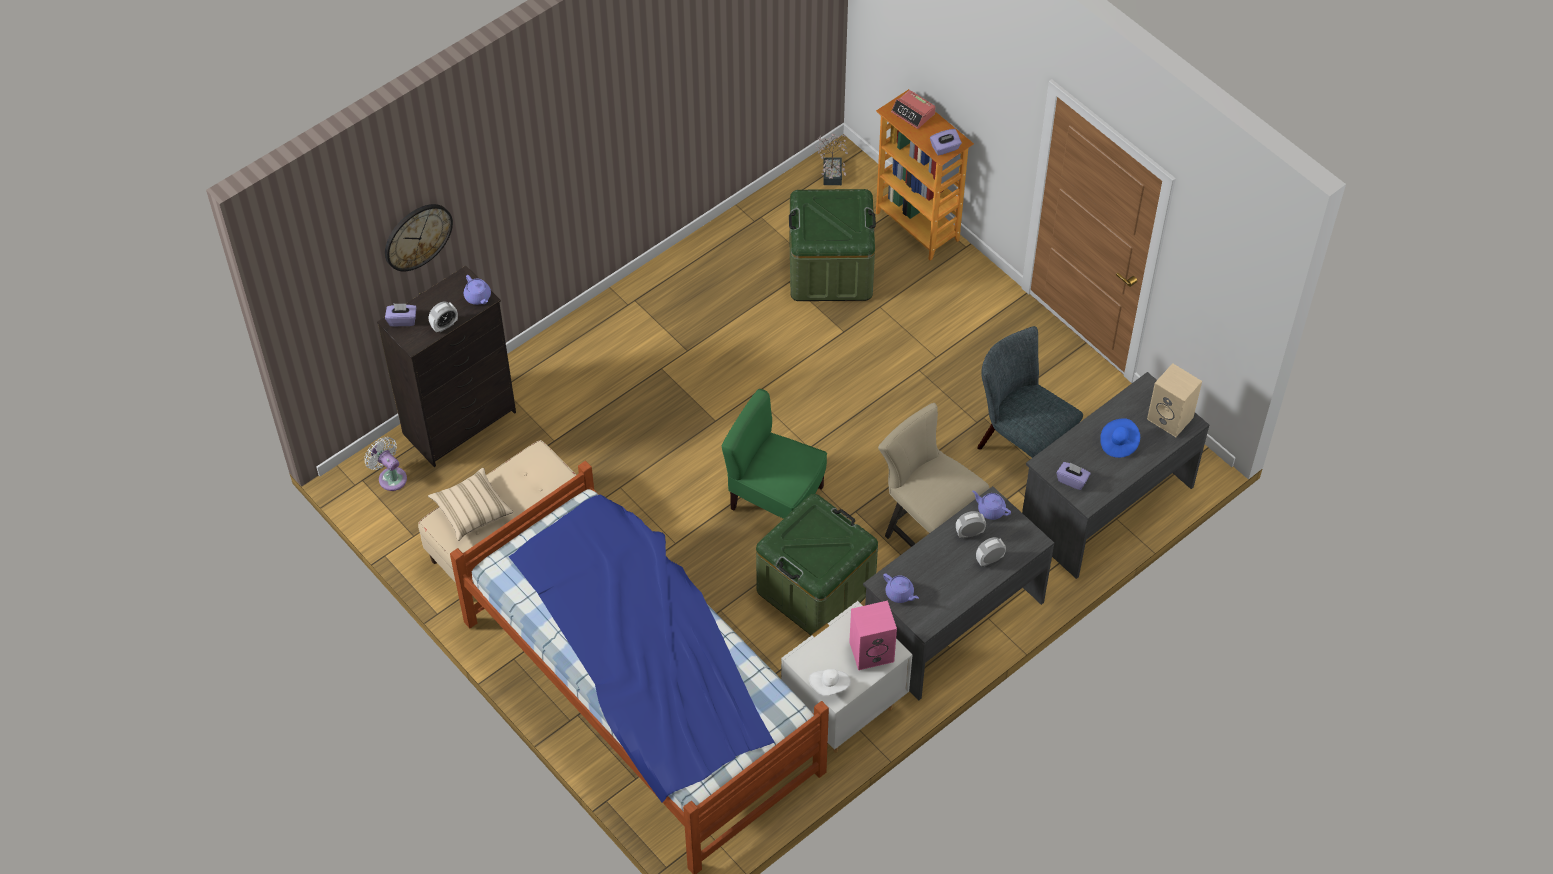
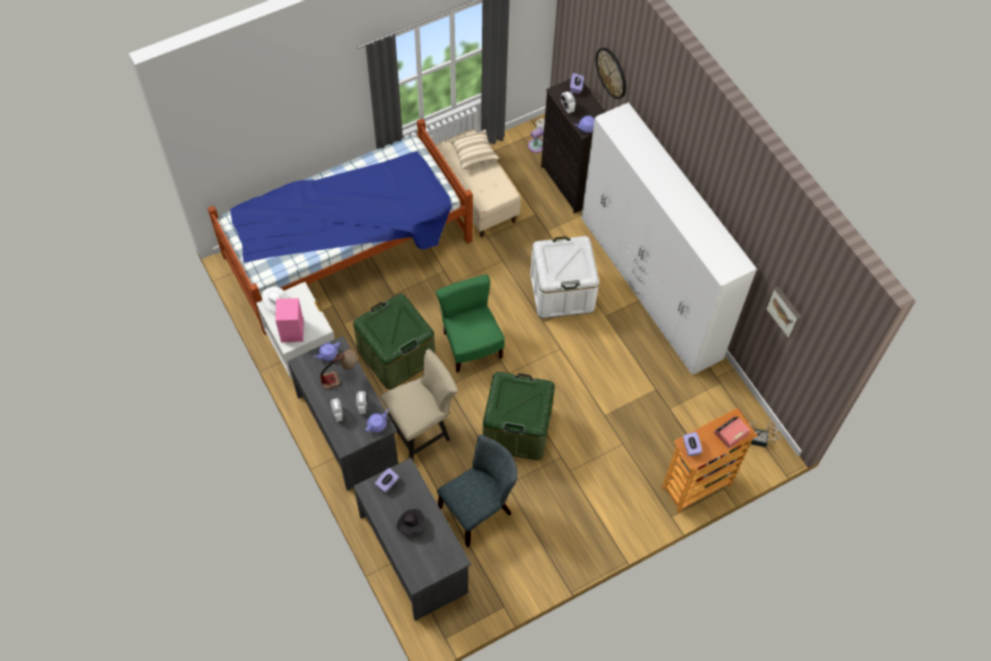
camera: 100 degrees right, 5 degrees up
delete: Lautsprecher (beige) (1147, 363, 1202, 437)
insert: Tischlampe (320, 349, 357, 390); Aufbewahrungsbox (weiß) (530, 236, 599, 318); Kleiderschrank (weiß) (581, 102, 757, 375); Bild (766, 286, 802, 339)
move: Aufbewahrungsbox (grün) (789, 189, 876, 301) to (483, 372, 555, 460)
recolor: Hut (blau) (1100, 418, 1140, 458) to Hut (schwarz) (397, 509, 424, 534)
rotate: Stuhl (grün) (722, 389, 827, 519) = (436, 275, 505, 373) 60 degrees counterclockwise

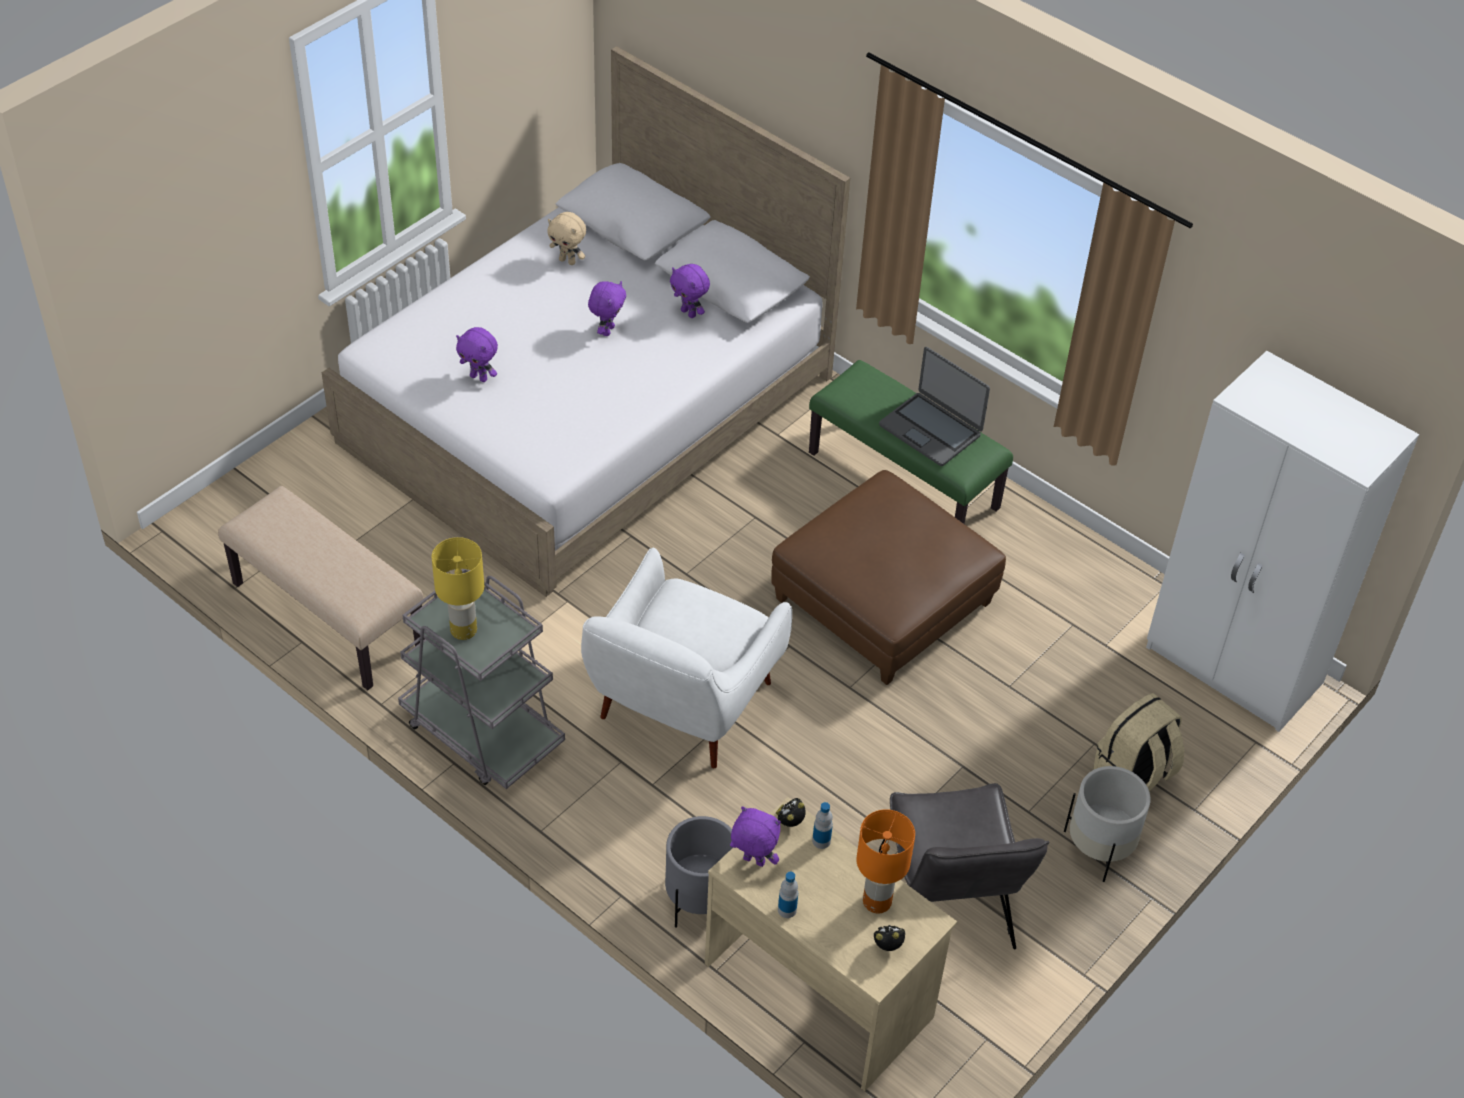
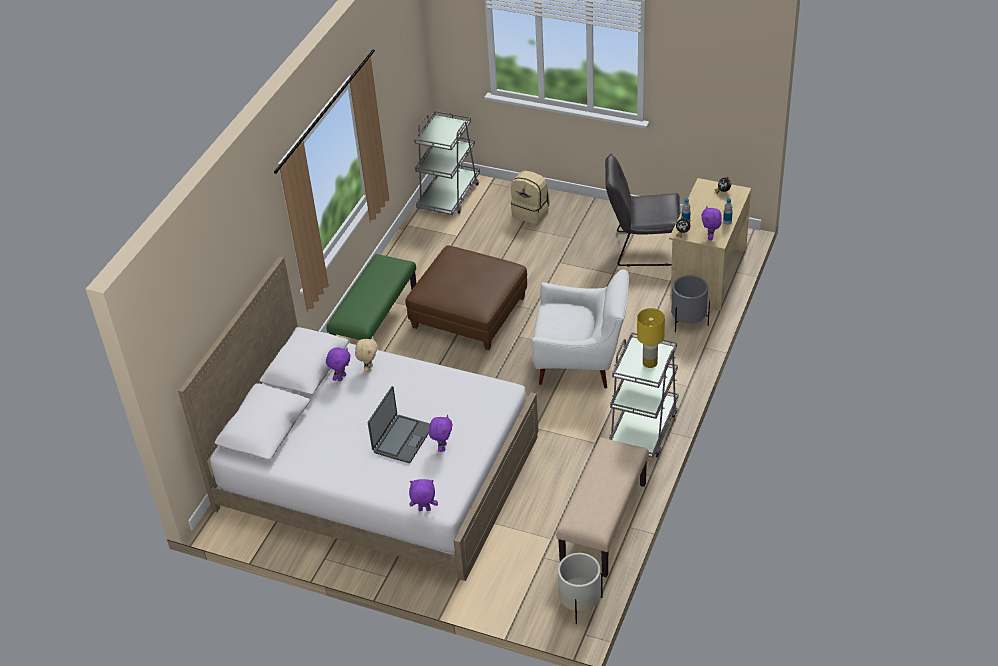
camera: 105 degrees left, 5 degrees down
delete: Tischlampe (orange) (856, 809, 915, 914)
move: Plüschtier (beige) (547, 212, 586, 265) to (355, 337, 378, 372); Plüschtier (lila) (588, 281, 626, 336) to (409, 479, 438, 511); Laptop (879, 347, 990, 466) to (368, 386, 430, 463); Pflanzkübel (weiß) (1064, 766, 1151, 882) to (558, 553, 603, 624)
replace: Kleiderschrank (weiß) (1146, 351, 1419, 732) to Rollwagen (grau) (414, 111, 480, 215)
rotate: Stuhl (grau) (879, 783, 1049, 949) = (605, 154, 681, 266) 150 degrees counterclockwise

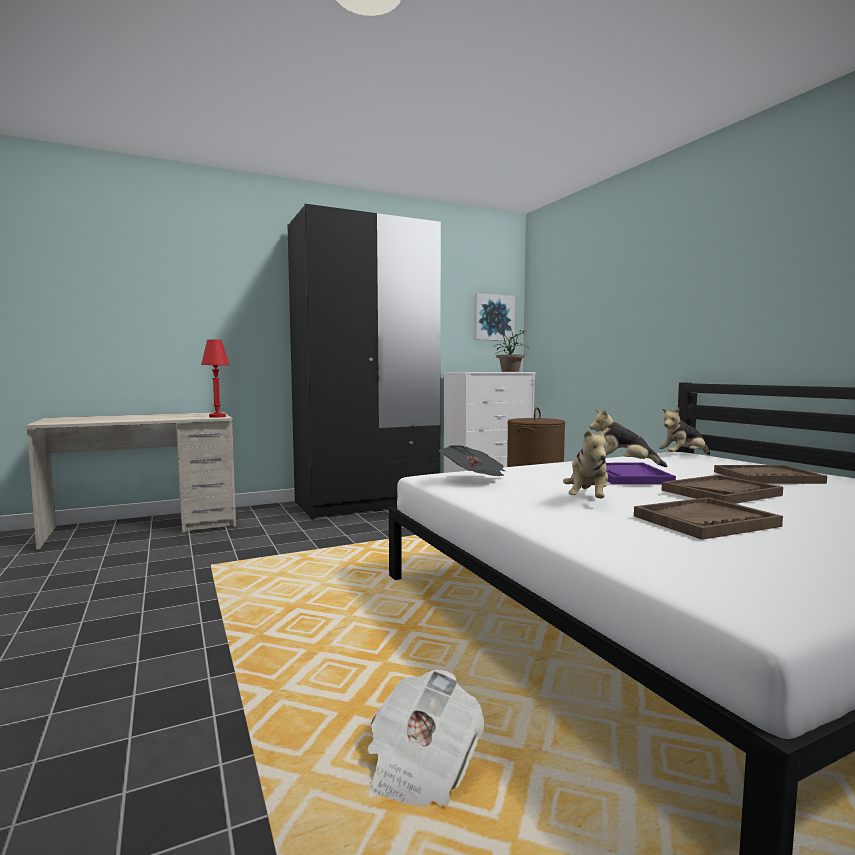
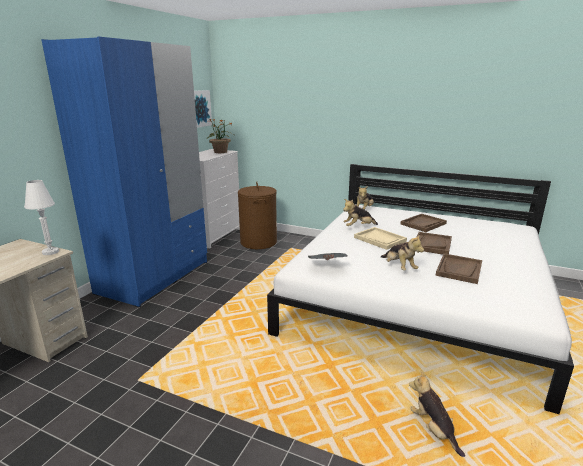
camera: 40 degrees left, 15 degrees up
replace: Zeitung (367, 670, 484, 807) to Plüschtier (409, 370, 465, 457)
recolor: Tischlampe (rot) (201, 339, 230, 418) to Tischlampe (weiß) (24, 180, 59, 255); Kleiderschrank (schwarz) (288, 204, 441, 520) to Kleiderschrank (blau) (41, 36, 207, 307); Tablett (lila) (606, 463, 676, 484) to Tablett (beige) (354, 227, 407, 250)

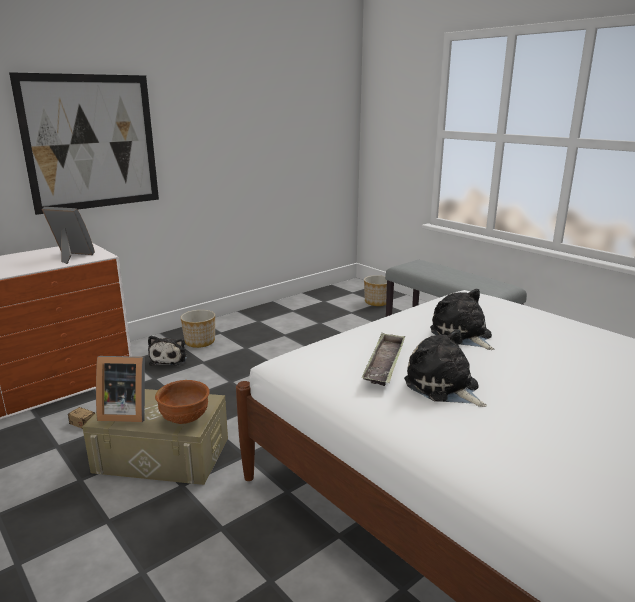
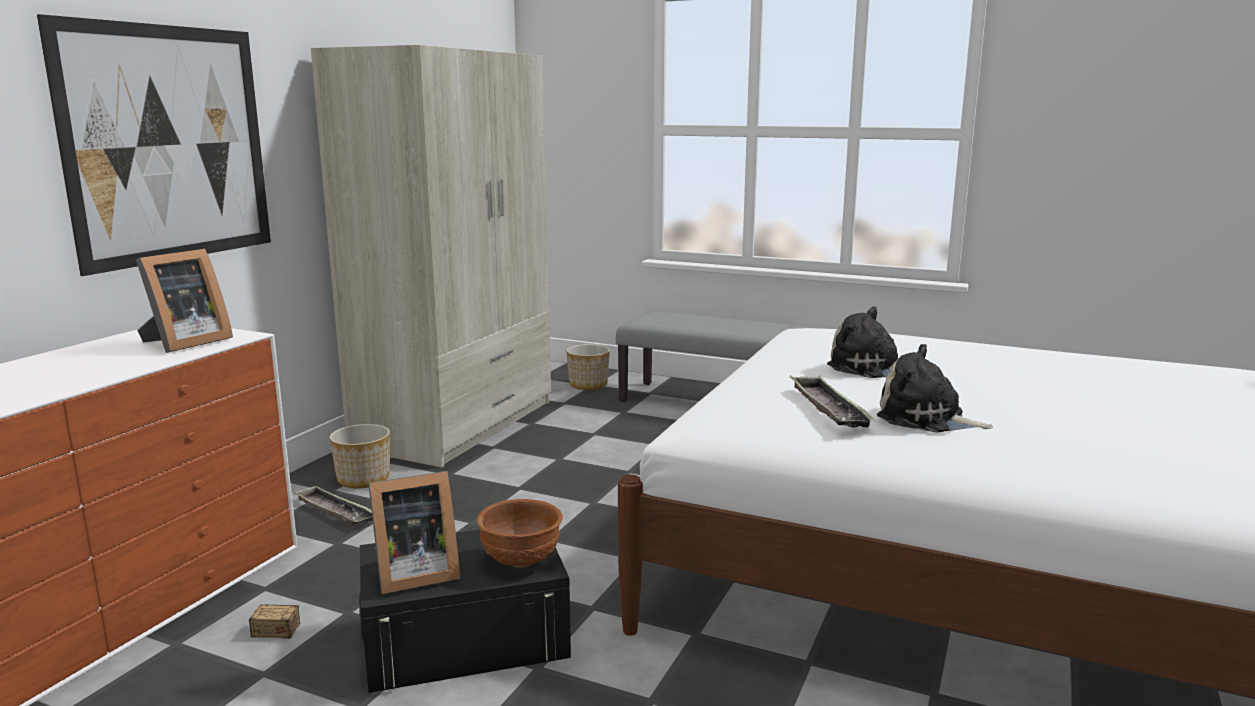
camera: 25 degrees left, 5 degrees down
insert: Kleiderschrank (beige) (311, 45, 551, 467)
replace: Plüschtier (148, 336, 187, 366) to Tablett (293, 485, 373, 525)
recolor: Aufbewahrungsbox (beige) (82, 389, 228, 485) to Aufbewahrungsbox (schwarz) (359, 530, 571, 693)
rotate: Bilderrahmen (42, 207, 95, 264) = (136, 249, 233, 353) 135 degrees clockwise

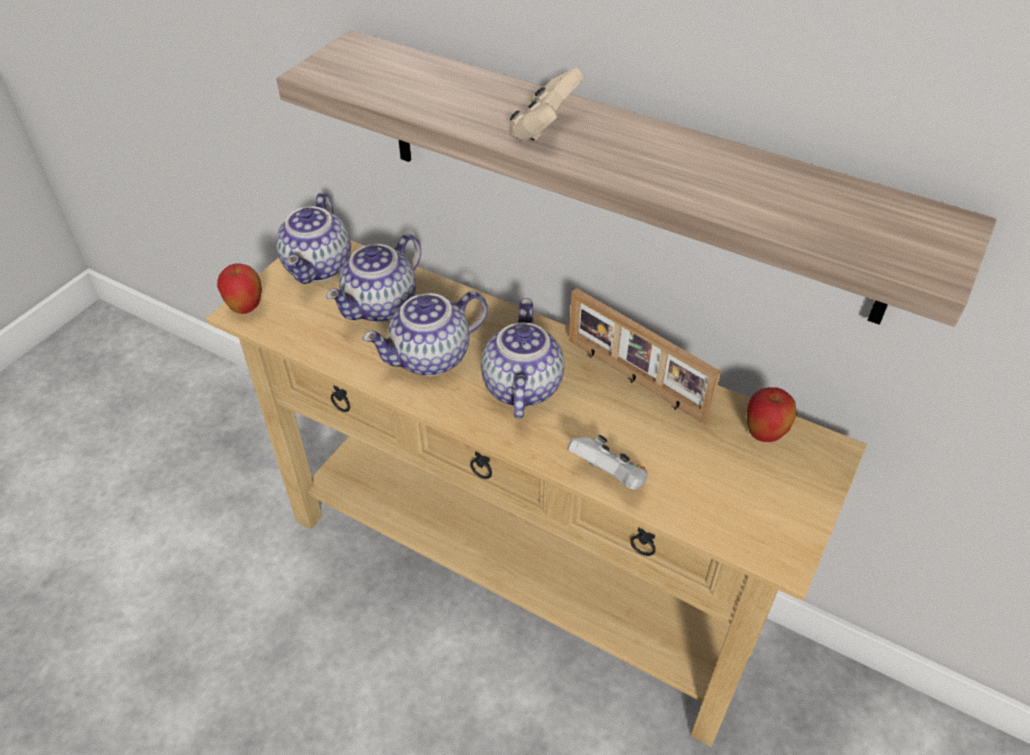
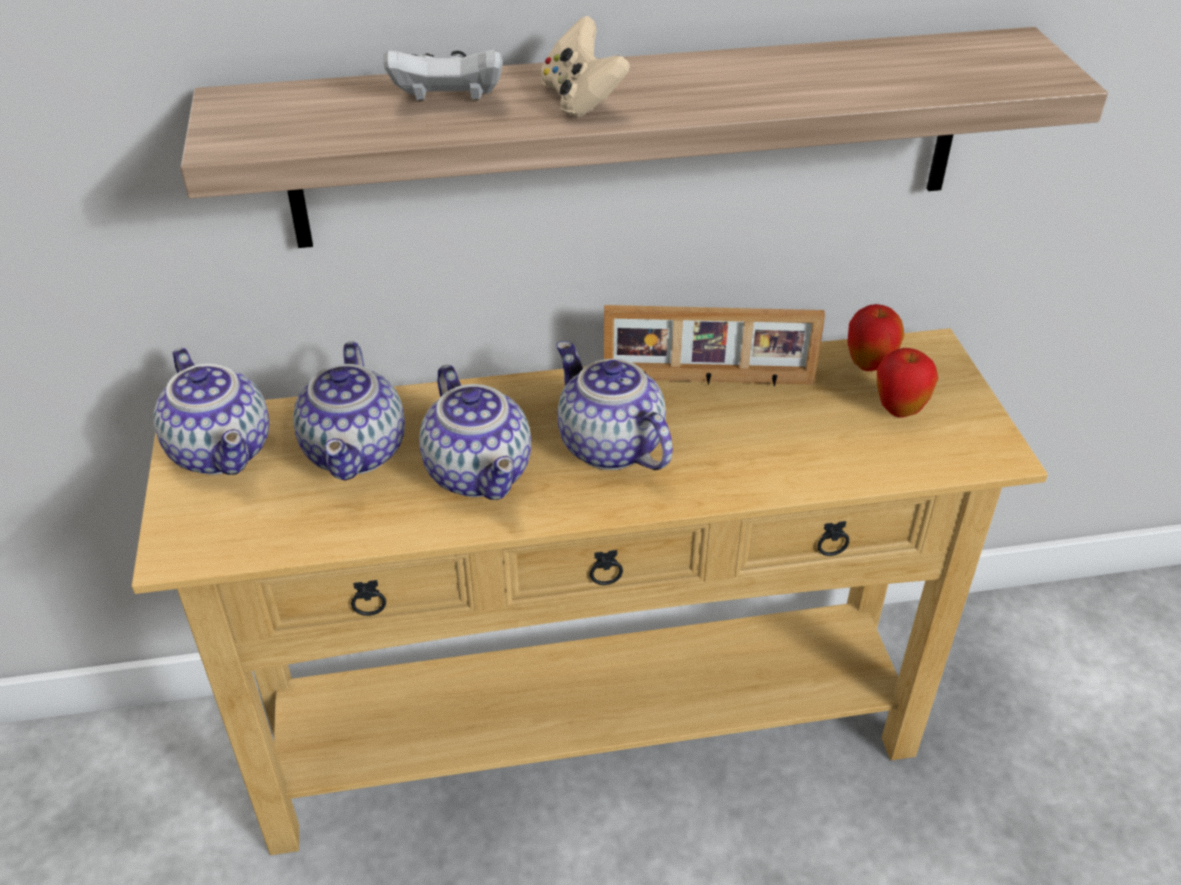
camera: 40 degrees left, 5 degrees down
move: Apfel (217, 263, 262, 314) to (877, 348, 938, 418); Gamepad (weiß) (568, 435, 648, 490) to (383, 50, 503, 101)
rotate: Teekanne (362, 291, 488, 376) = (419, 365, 531, 500) 45 degrees counterclockwise

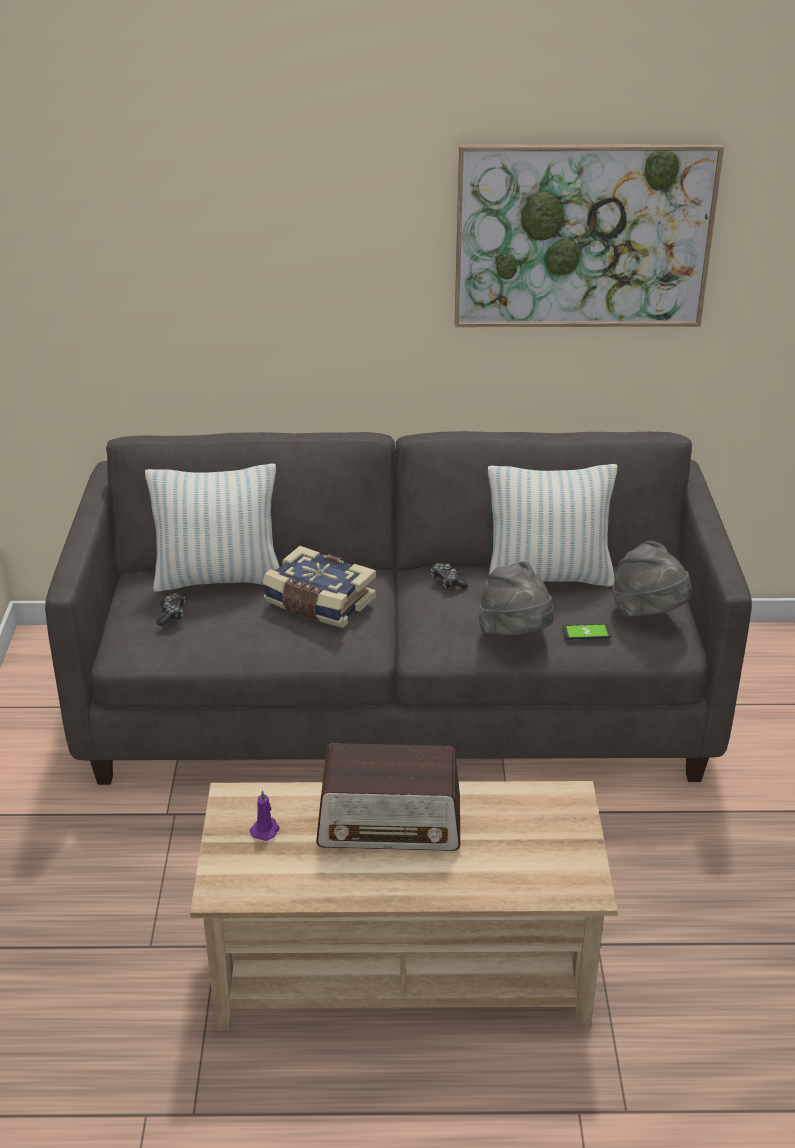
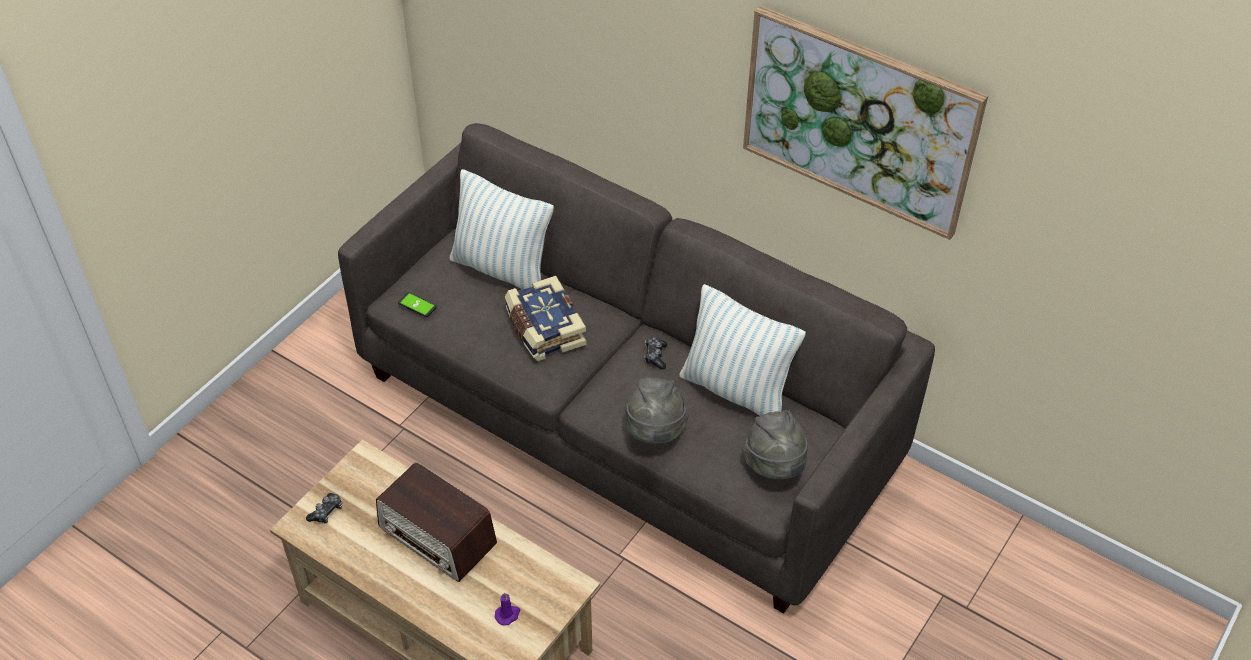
camera: 35 degrees right, 15 degrees up
move: Gamepad (156, 593, 185, 626) to (306, 493, 342, 523); Kerze (lila) (250, 790, 280, 841) to (495, 592, 520, 625); Handy (563, 624, 612, 640) to (398, 292, 437, 317)

